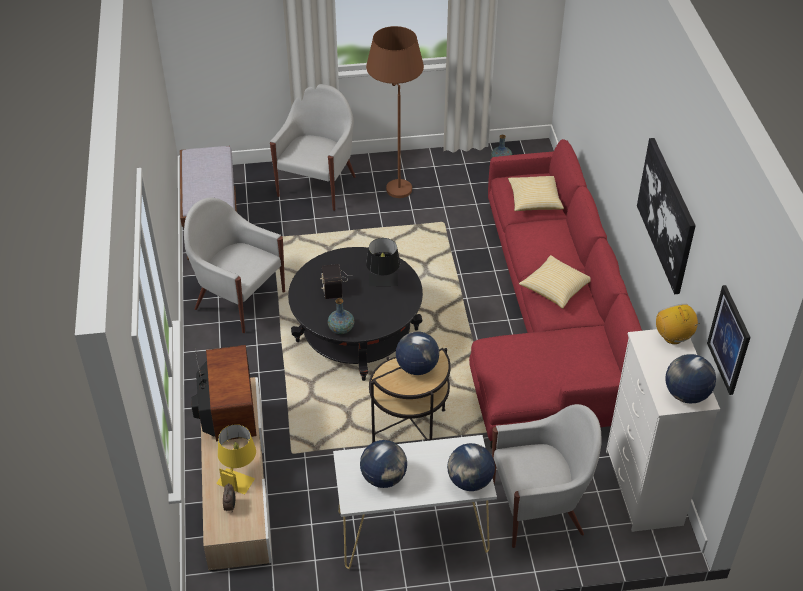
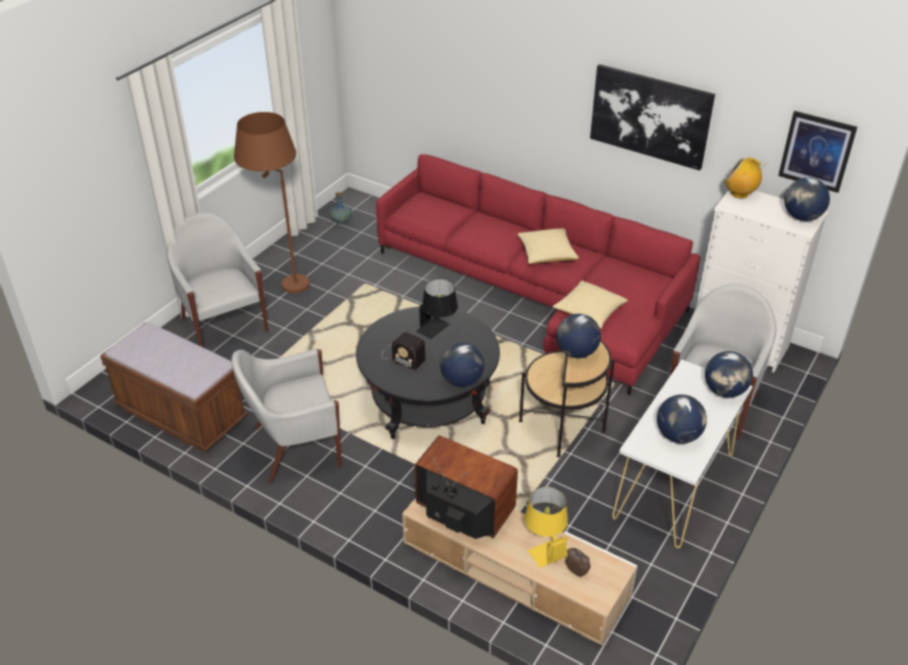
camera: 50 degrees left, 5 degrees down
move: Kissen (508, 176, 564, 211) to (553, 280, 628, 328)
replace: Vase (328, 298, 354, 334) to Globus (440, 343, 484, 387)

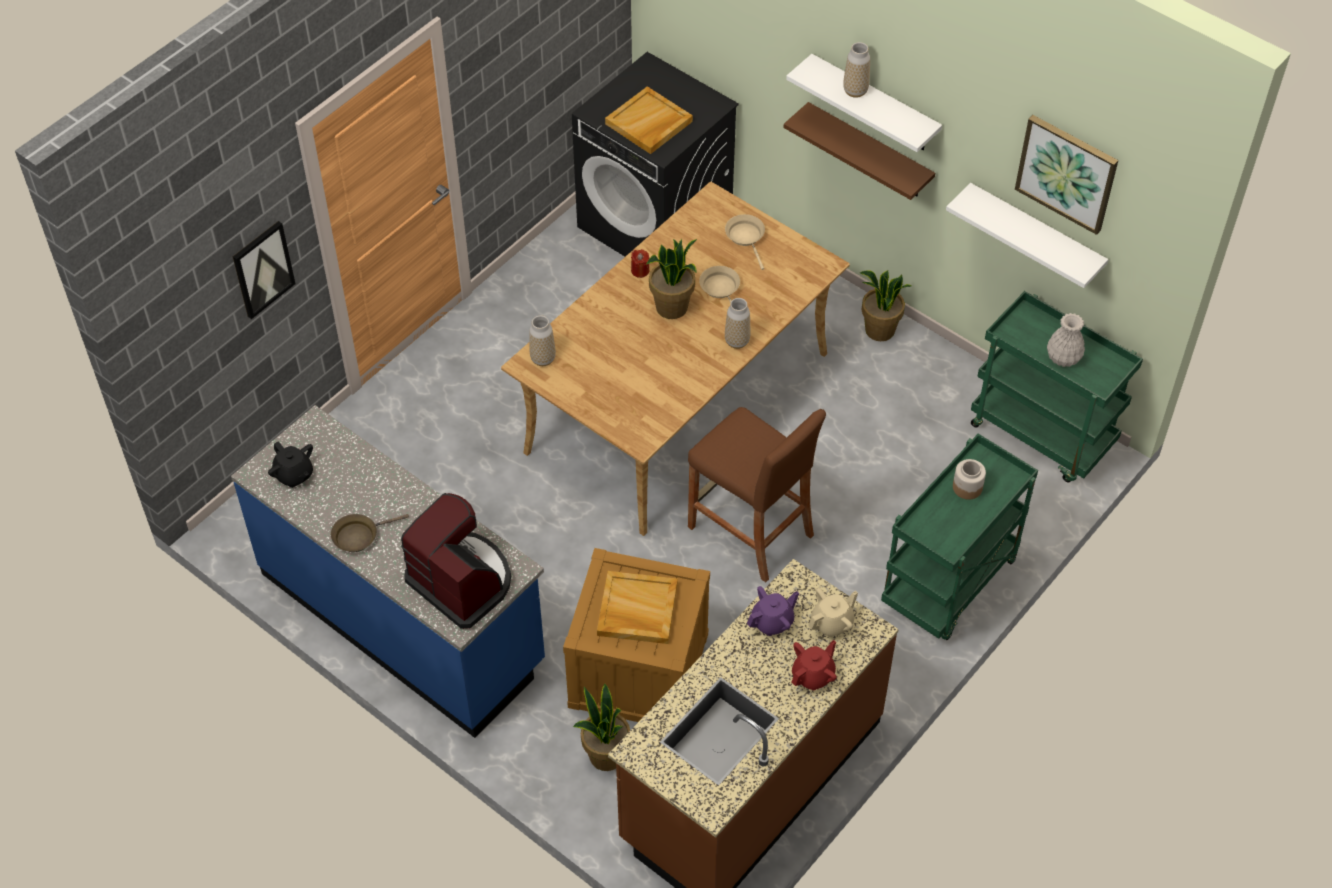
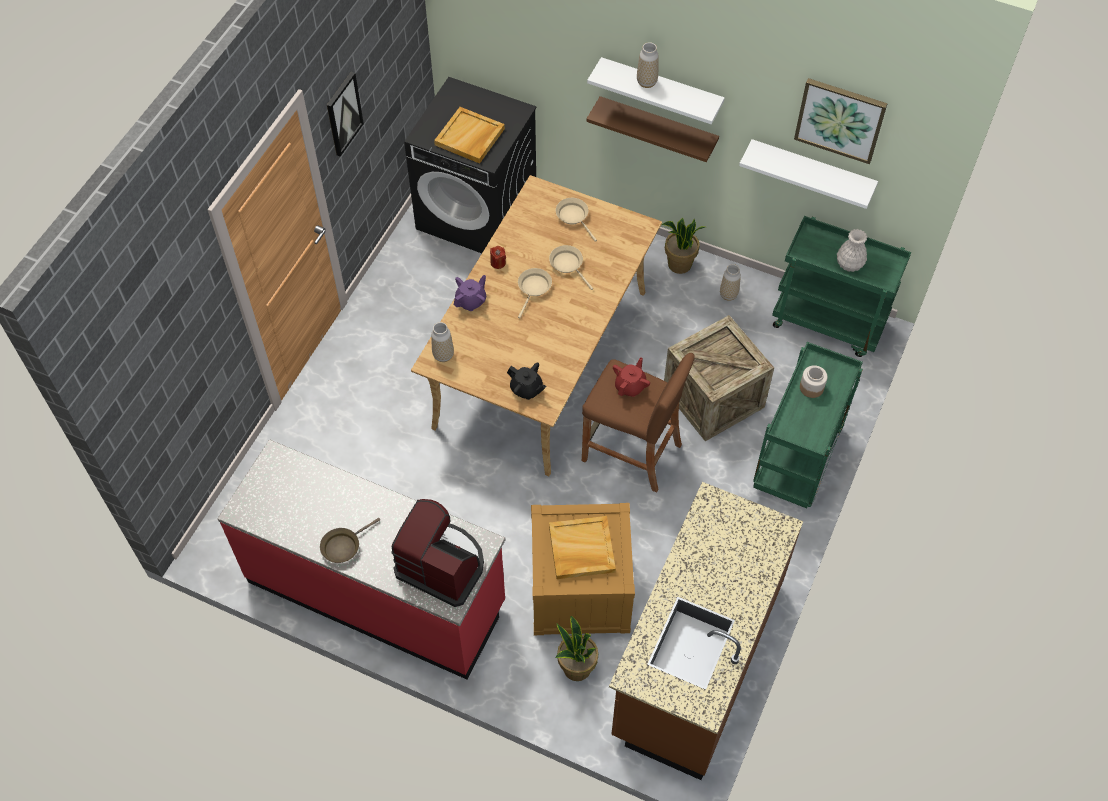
camera: 15 degrees left, 5 degrees up
delete: Teekanne (beige) (808, 588, 858, 637)
insert: Kiste (664, 315, 774, 441)
move: Bild (233, 221, 295, 319) to (327, 72, 364, 156); Teekanne (schwarz) (268, 441, 313, 488) to (507, 362, 546, 400); Vase (725, 298, 751, 349) to (720, 264, 741, 301); Teekanne (lila) (747, 586, 799, 636) to (454, 275, 486, 311); Teekanne (rot) (792, 640, 837, 690) to (613, 357, 650, 397)
replace: Topfpflanze (647, 239, 697, 319) to Pfanne (beige) (518, 268, 552, 319)
recolor: Küchenzeile (blau) (231, 405, 545, 738) to Küchenzeile (rot) (218, 439, 505, 679)

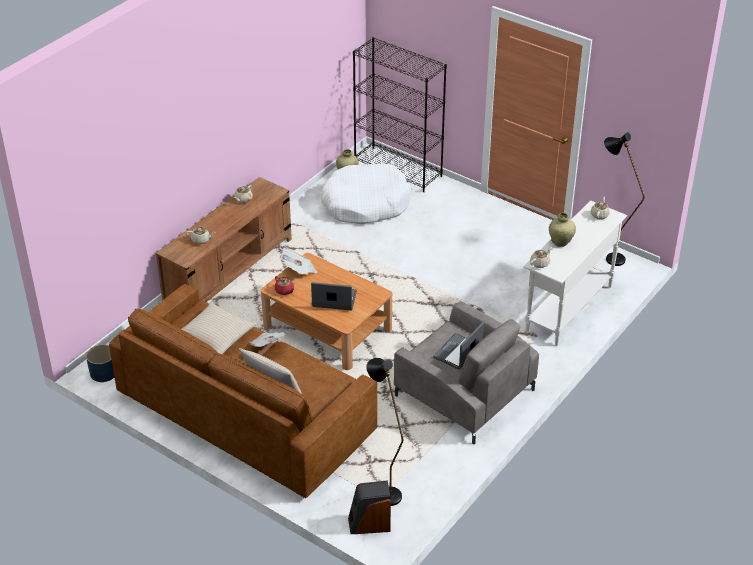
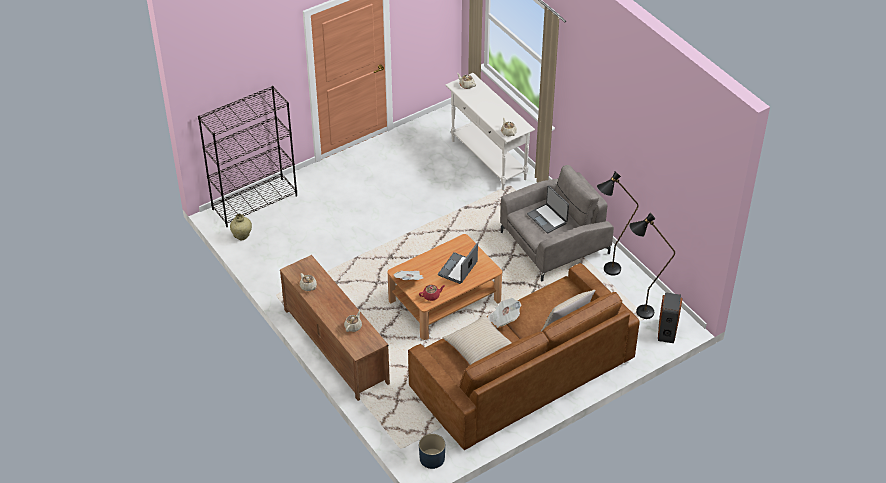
camera: 70 degrees left, 5 degrees up
delete: Hundebett (weiß) (321, 163, 411, 224); Vase (beige) (549, 213, 576, 247)
move: Stehlampe (schwarz) (604, 132, 644, 266) to (597, 171, 639, 276)

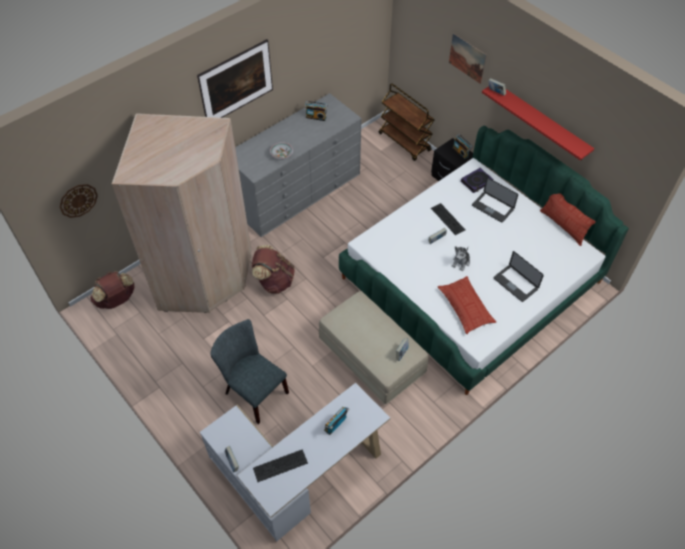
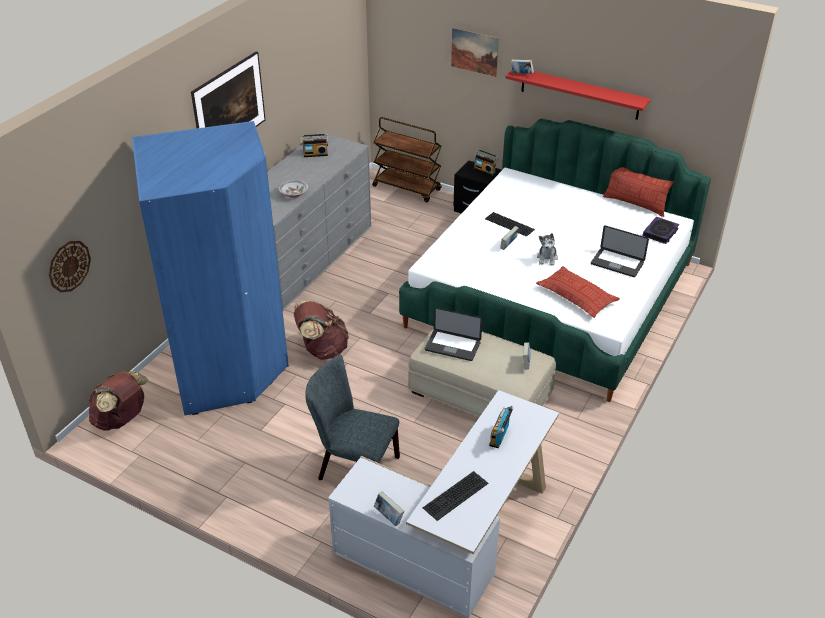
camera: 20 degrees left, 15 degrees down
move: Buch (461, 168, 493, 193) to (643, 217, 679, 244); Laptop (472, 177, 518, 223) to (425, 307, 482, 361)
recolor: Kleiderschrank (beige) (112, 113, 252, 313) to Kleiderschrank (blau) (132, 121, 289, 416)

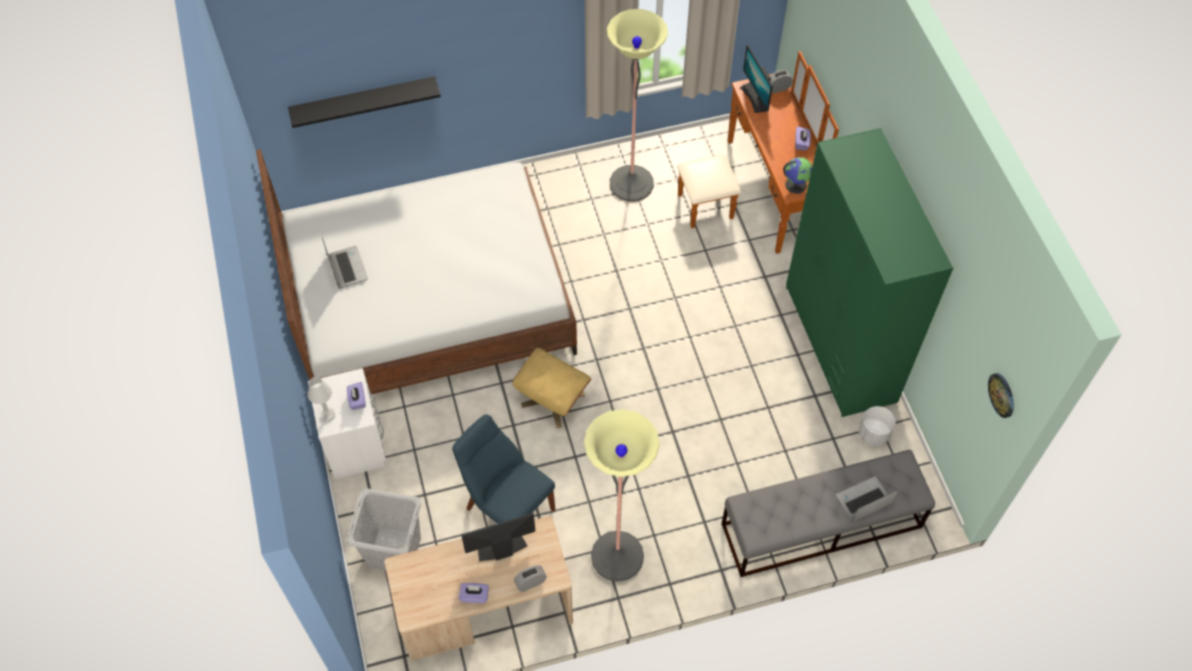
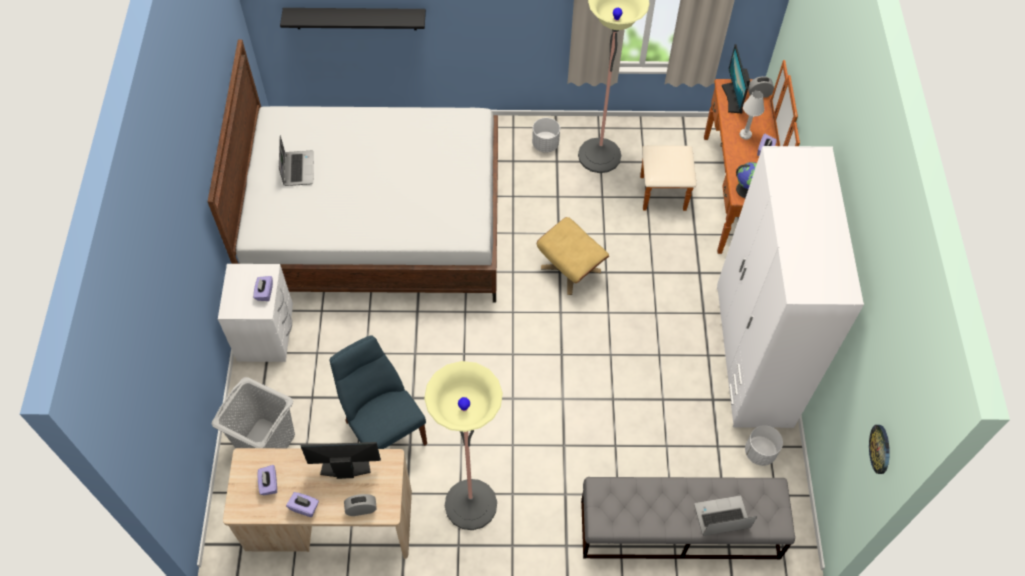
camera: 15 degrees right, 0 degrees up
insert: Taschentuchbox (lila) (258, 465, 277, 495); Pflanzkübel (weiß) (532, 118, 560, 153)
move: Tischlampe (weiß) (308, 377, 335, 422) to (739, 91, 764, 140); Polsterhocker (beige) (512, 348, 591, 428) to (537, 217, 609, 295)
recolor: Kleiderschrank (grün) (786, 128, 953, 417) to Kleiderschrank (weiß) (717, 146, 864, 428)

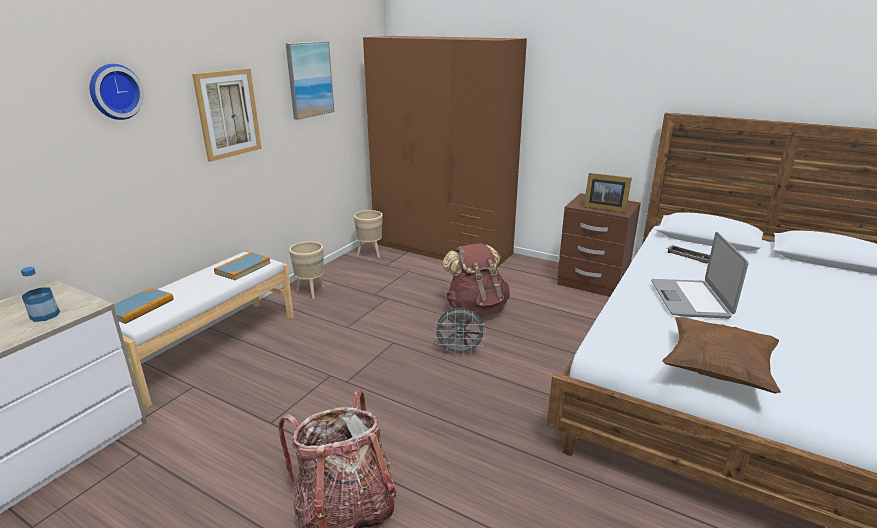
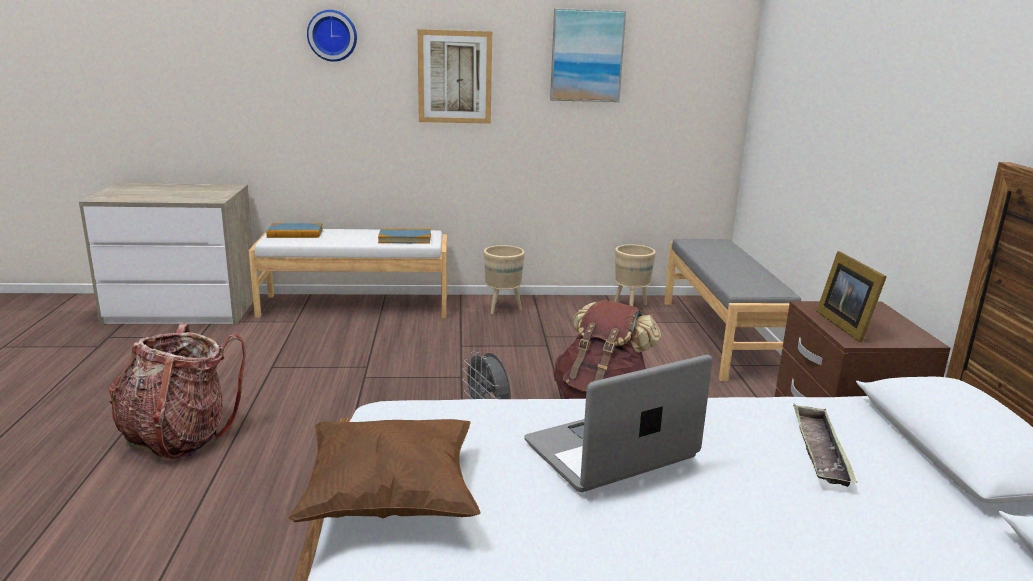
camera: 55 degrees right, 5 degrees down
delete: Flasche (21, 267, 60, 322)
replace: Kleiderschrank (braun) (363, 36, 527, 268) to Bank (grau) (664, 239, 801, 381)

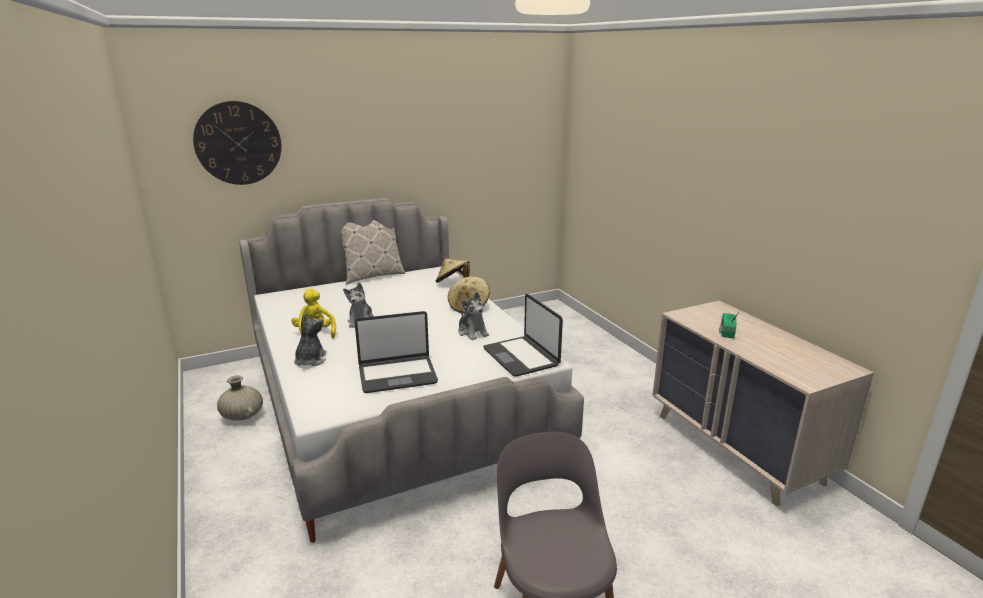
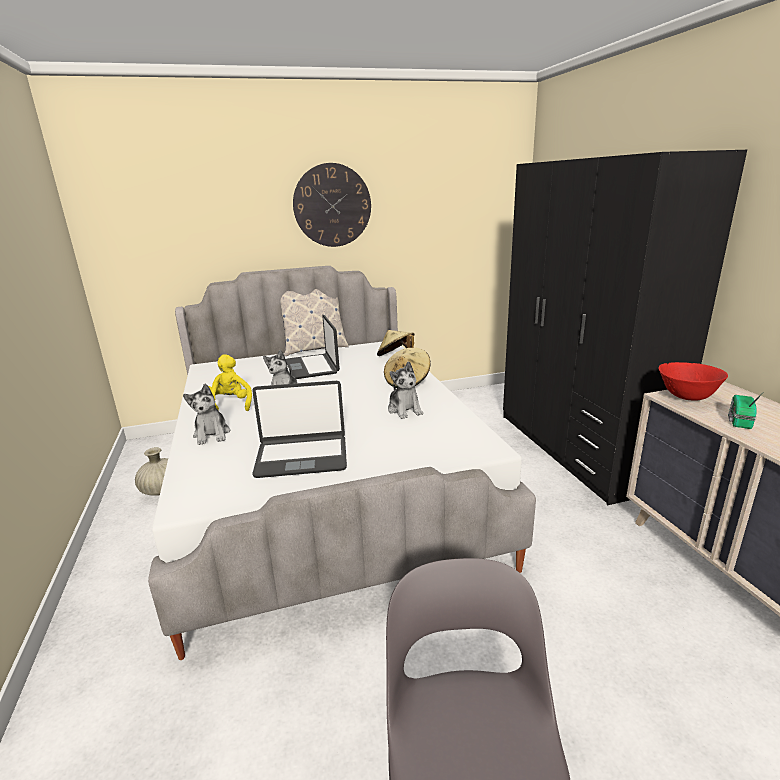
camera: 10 degrees right, 0 degrees up
insert: Kleiderschrank (schwarz) (503, 150, 747, 505); Schüssel (rot) (658, 362, 728, 401)
move: Wanduhr (193, 101, 281, 185) to (293, 163, 371, 247); Laptop (483, 294, 563, 377) to (286, 315, 340, 379)
rotate: Plüschtier (294, 313, 327, 366) = (183, 384, 230, 445) 150 degrees clockwise

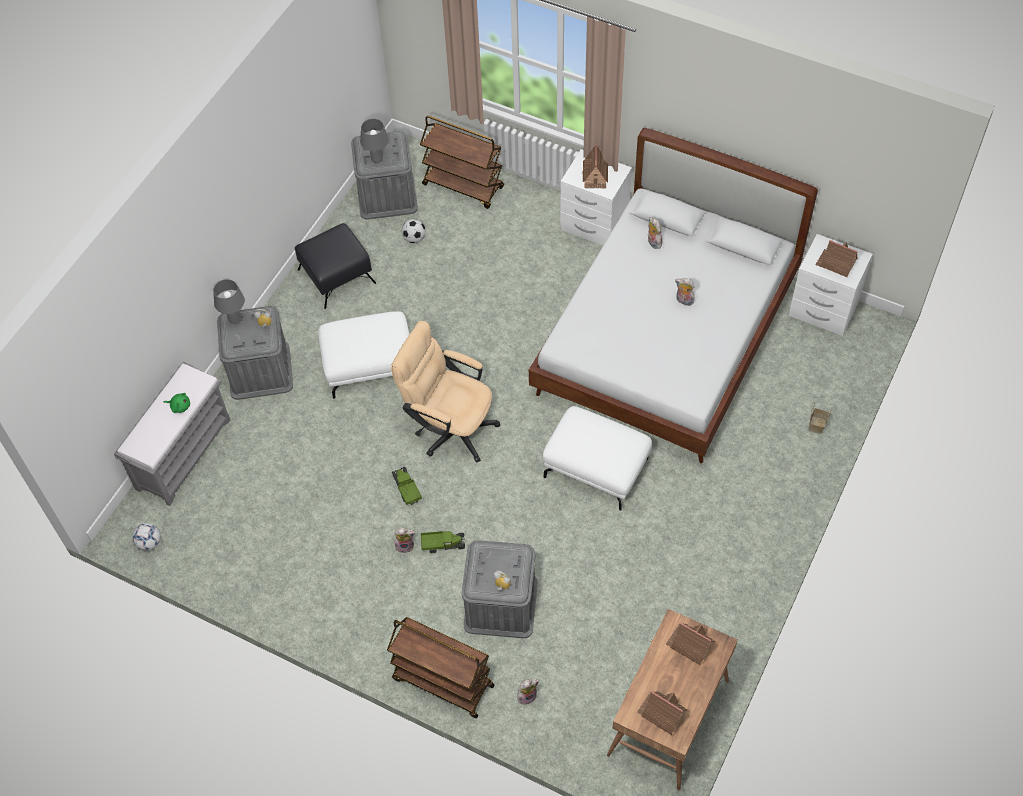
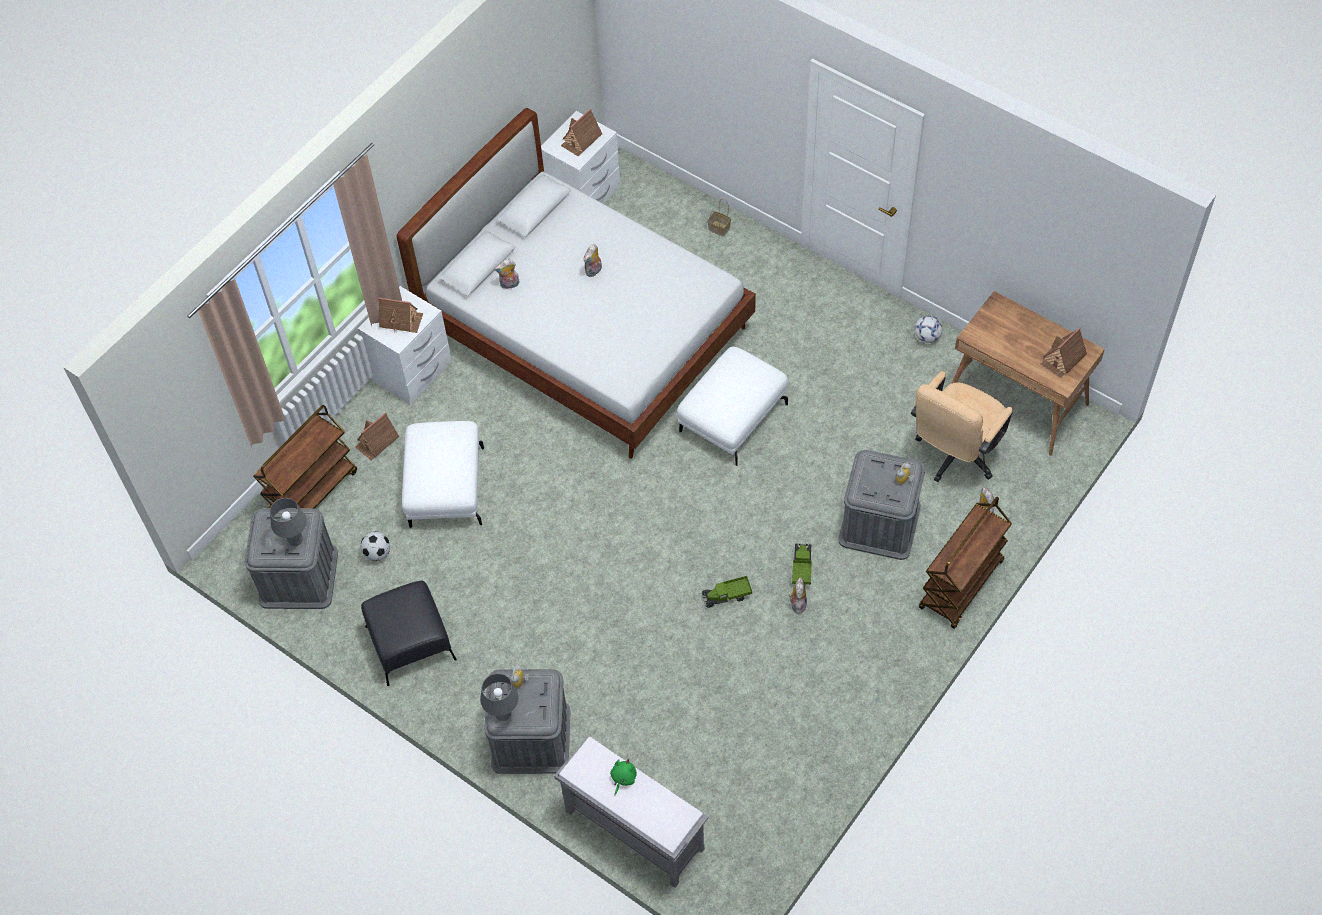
camera: 80 degrees left, 0 degrees up
move: Fußball (132, 523, 161, 551) to (915, 315, 943, 343); Polsterhocker (weiß) (318, 311, 409, 398) to (402, 421, 484, 528); Bürostuhl (beige) (391, 321, 500, 463) to (911, 371, 1013, 482); Spielzeughaus (666, 623, 716, 665) to (355, 412, 399, 460)

